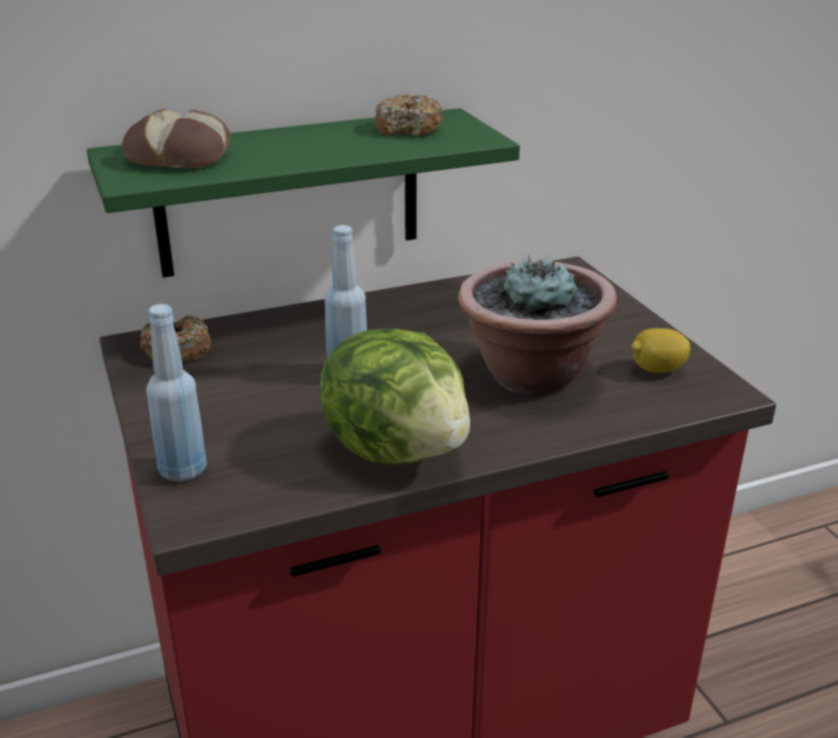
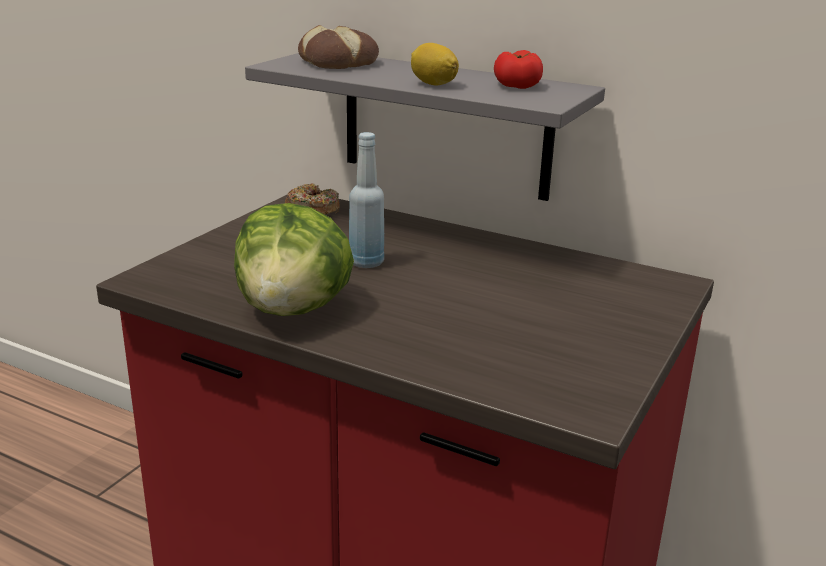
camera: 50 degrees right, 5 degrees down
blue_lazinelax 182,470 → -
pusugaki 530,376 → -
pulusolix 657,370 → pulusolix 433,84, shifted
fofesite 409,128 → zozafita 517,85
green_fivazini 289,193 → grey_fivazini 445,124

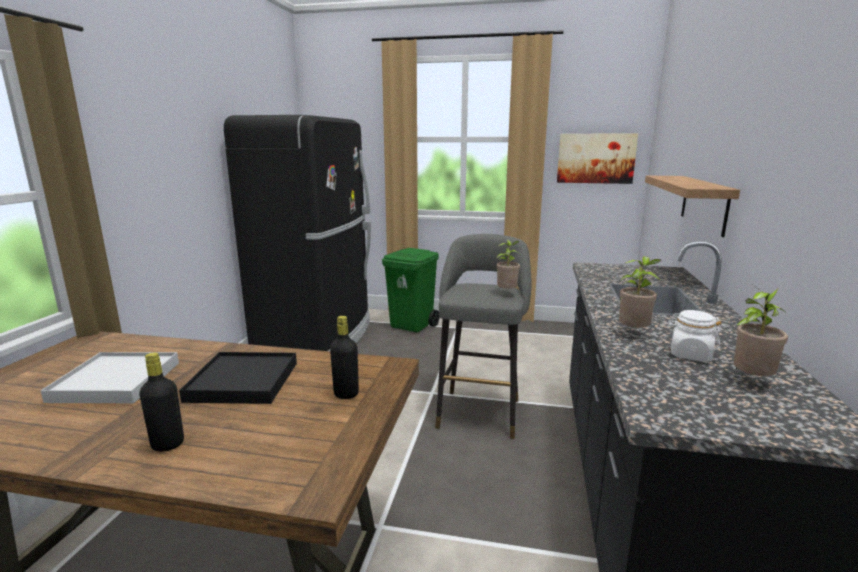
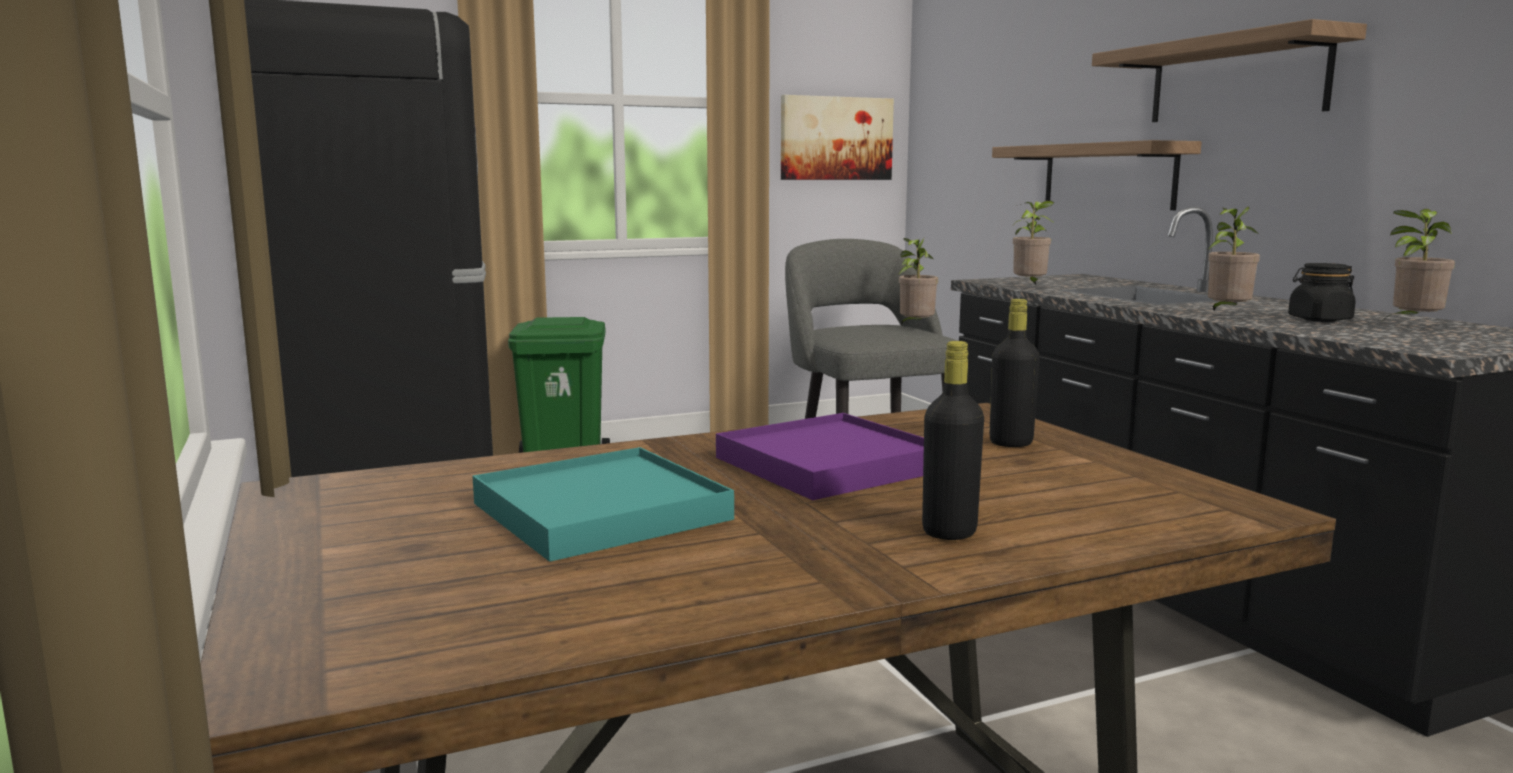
camera: 35 degrees left, 5 degrees down
- → pusugaki 1030,287
- → fivazini 1236,79
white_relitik 116,381 → turquoise_relitik 600,512
black_relitik 243,381 → purple_relitik 828,464
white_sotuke 689,354 → black_sotuke 1319,319

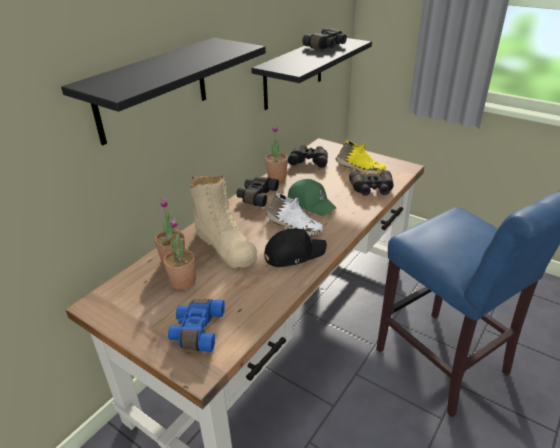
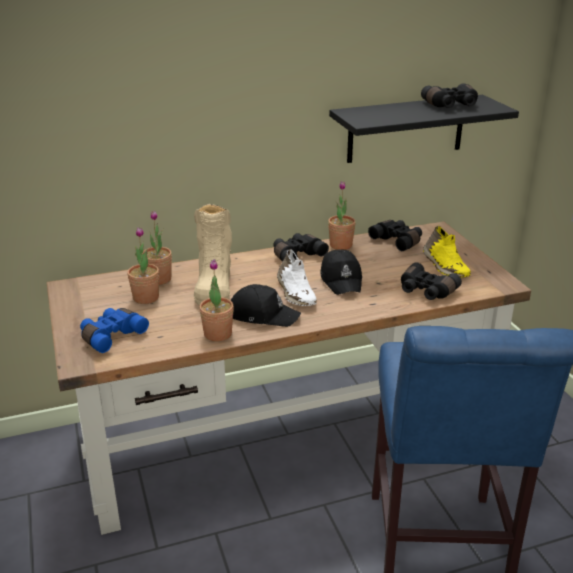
camera: 35 degrees right, 5 degrees down
black_fivazini 152,90 → -
- → pusugaki 218,334
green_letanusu 311,203 → black_letanusu 341,279

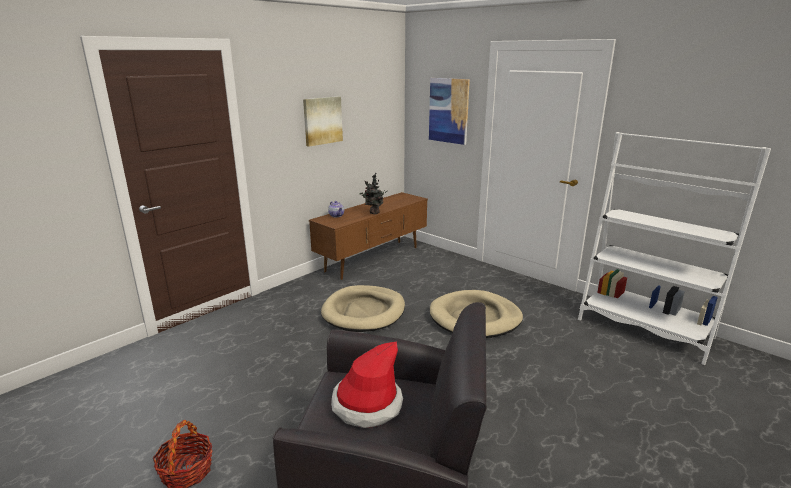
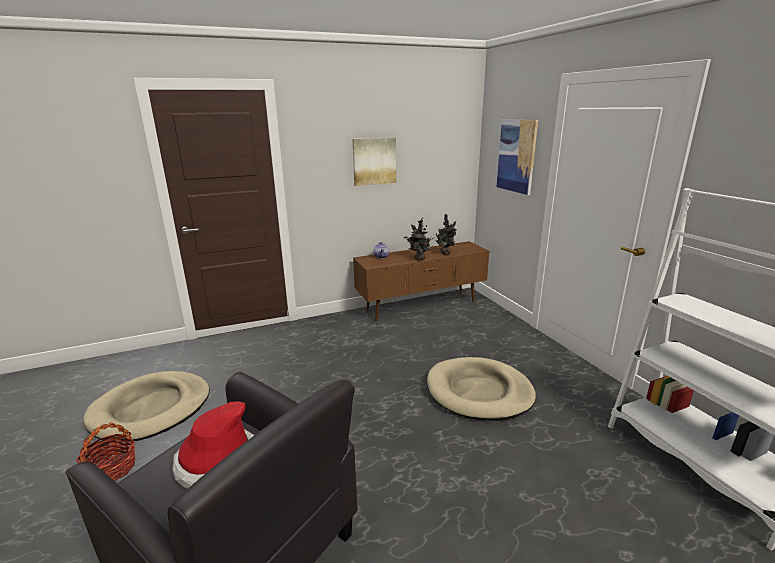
camera: 25 degrees right, 0 degrees up
- → pusugaki 445,253
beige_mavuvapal 364,312 → beige_mavuvapal 151,409, shifted

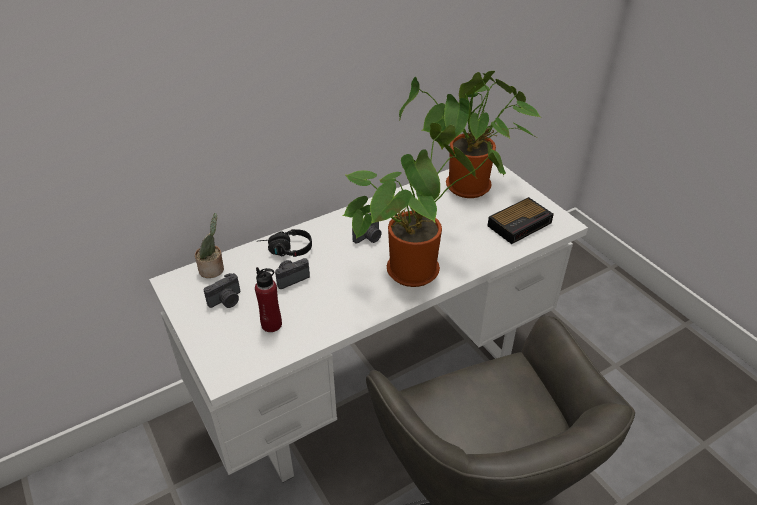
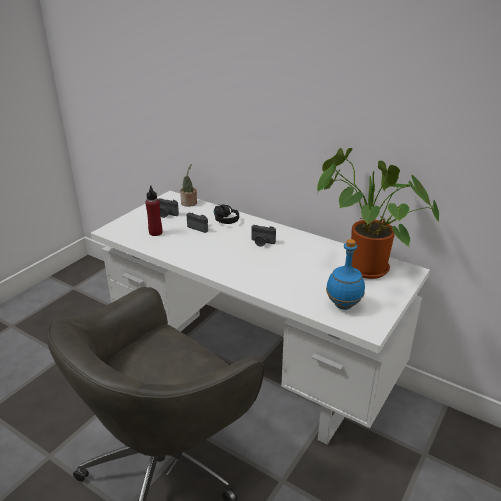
camera: 65 degrees right, 10 degrees down
pusugaki 415,267 → -
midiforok 520,224 → blue_lazinelax 344,305

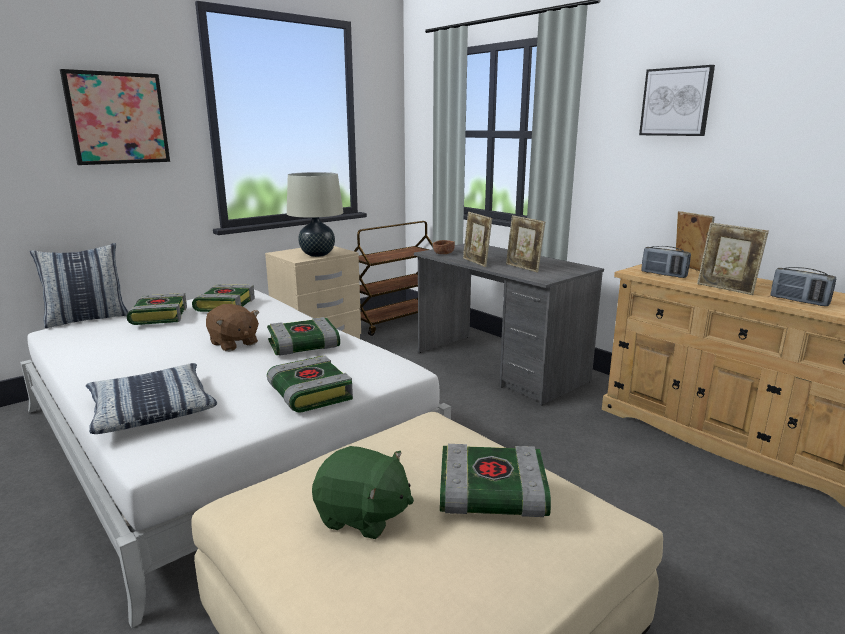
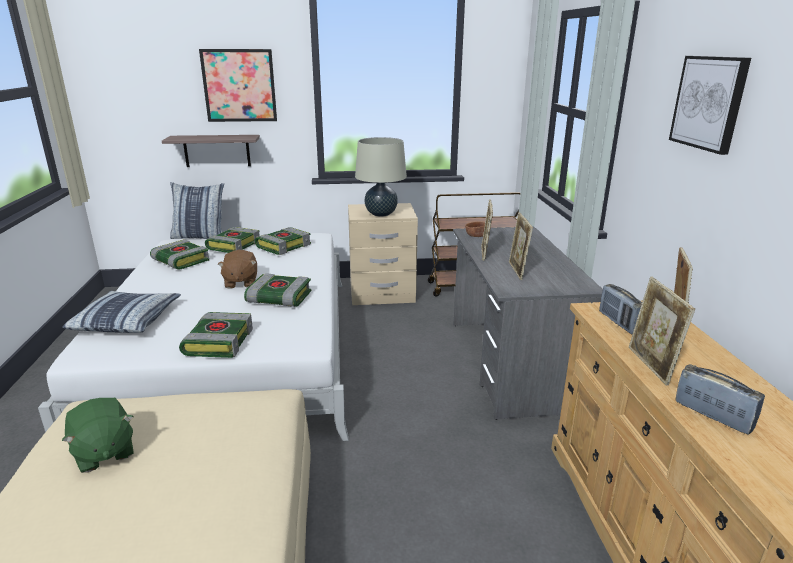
camera: 35 degrees right, 5 degrees up
- → fivazini 217,150
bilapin 490,495 → bilapin 179,261, shifted
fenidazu 799,301 → fenidazu 712,415, 150 degrees clockwise

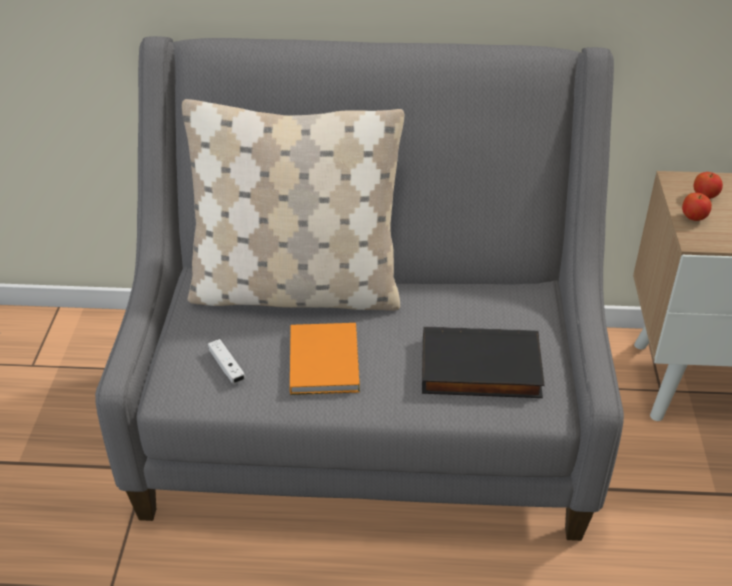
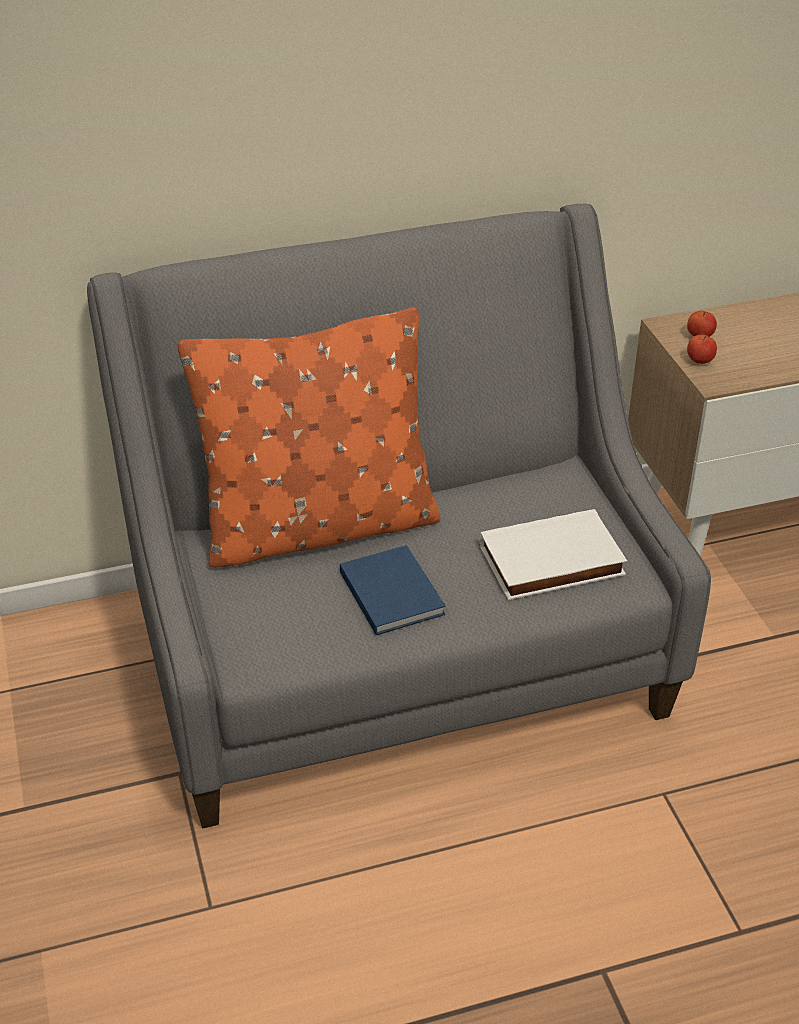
camera: 20 degrees left, 0 degrees up
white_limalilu 227,367 → -
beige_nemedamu 296,290 → orange_nemedamu 319,527
orange_bilapin 325,359 → blue_bilapin 392,591
black_bilapin 479,370 → white_bilapin 551,563

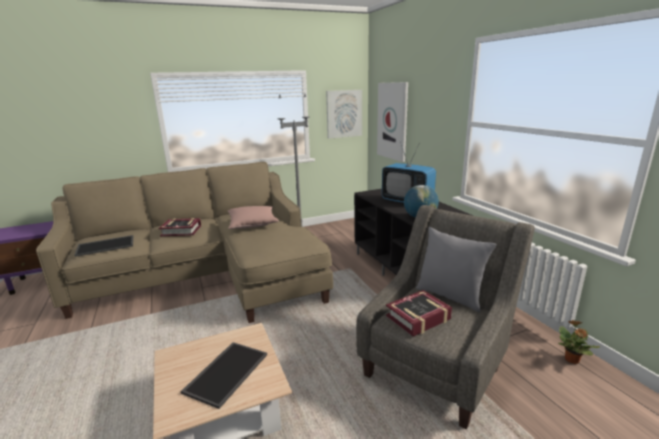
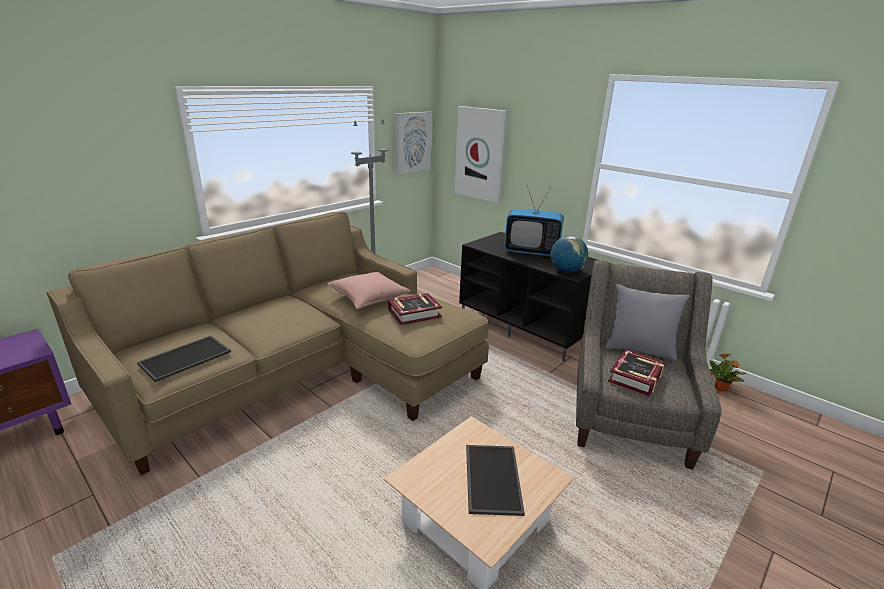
camera: 25 degrees left, 5 degrees up
bilapin 181,231 → bilapin 414,313, shifted

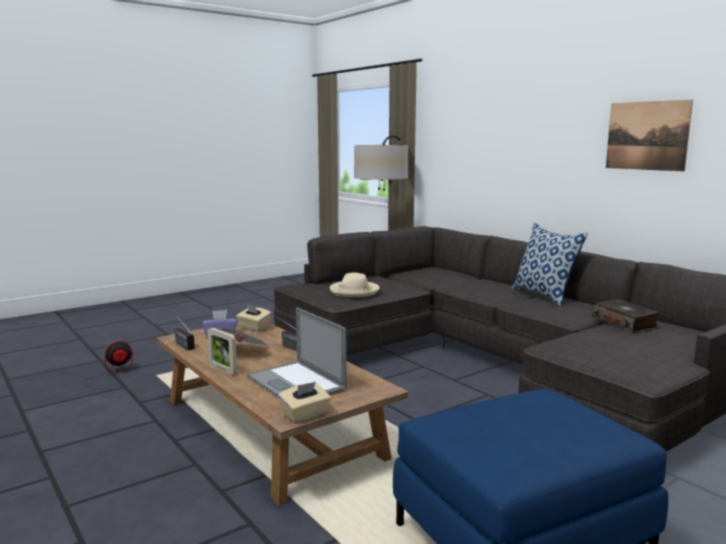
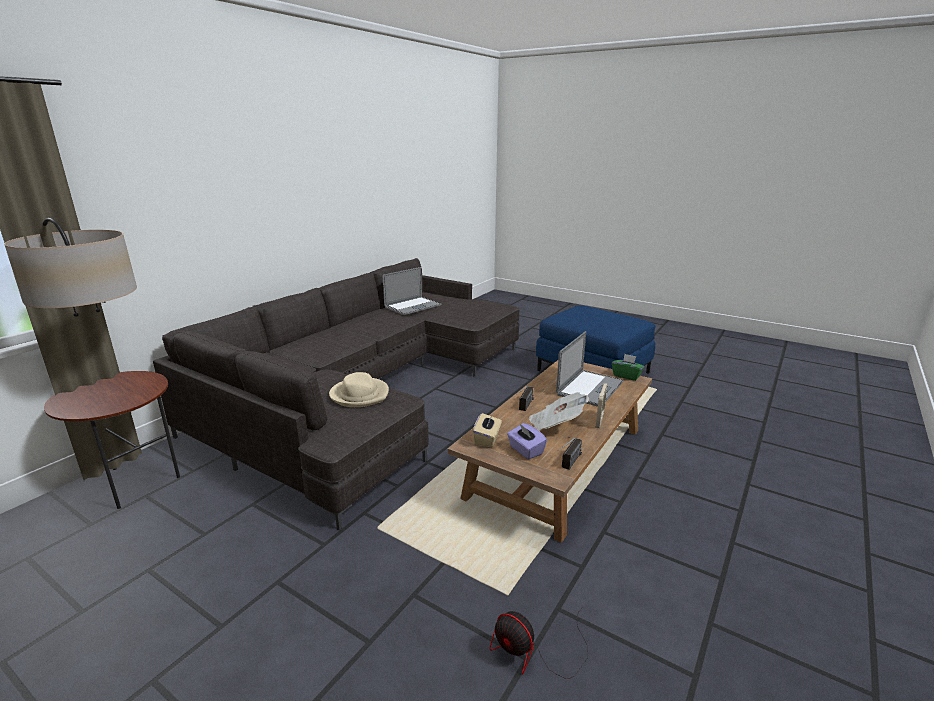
camera: 110 degrees left, 10 degrees up
nemedamu 544,296 → -
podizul 646,136 → -
bilapin 625,323 → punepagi 413,306
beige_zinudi 305,415 → green_zinudi 626,376

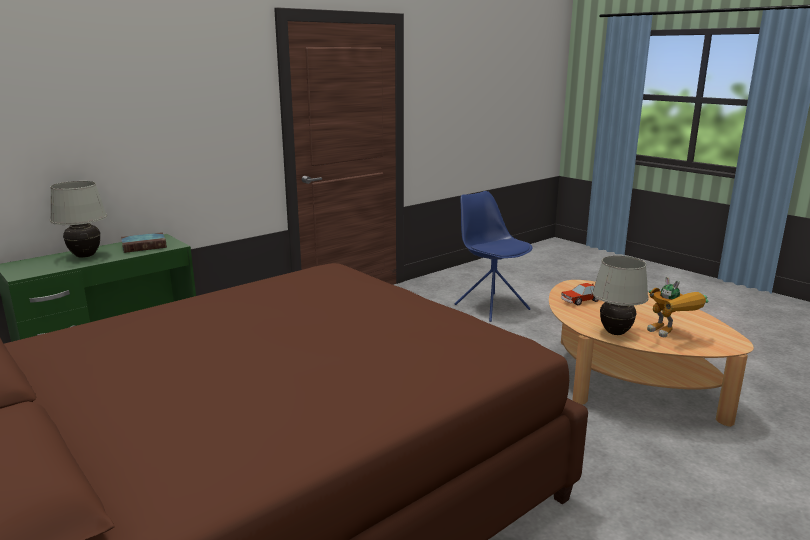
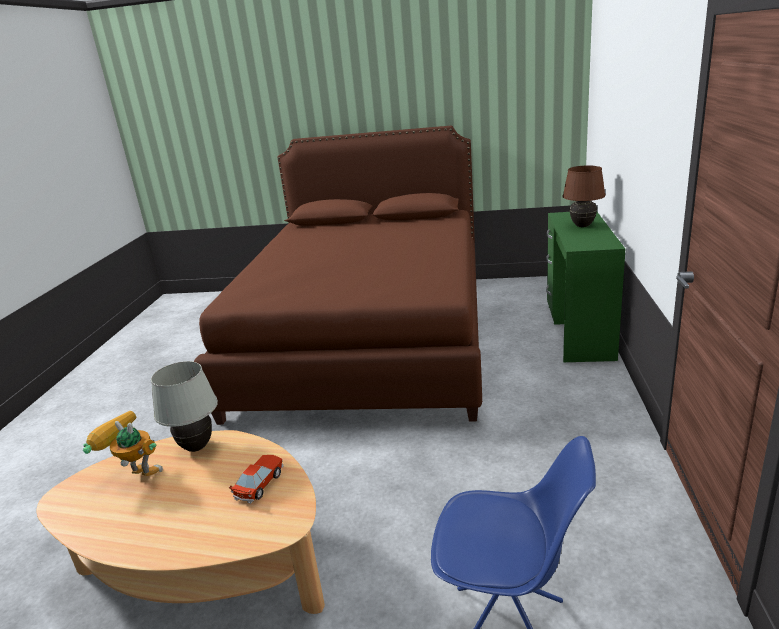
camera: 140 degrees right, 5 degrees up
bilapin 145,246 → -
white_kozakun 85,256 → brown_kozakun 582,226

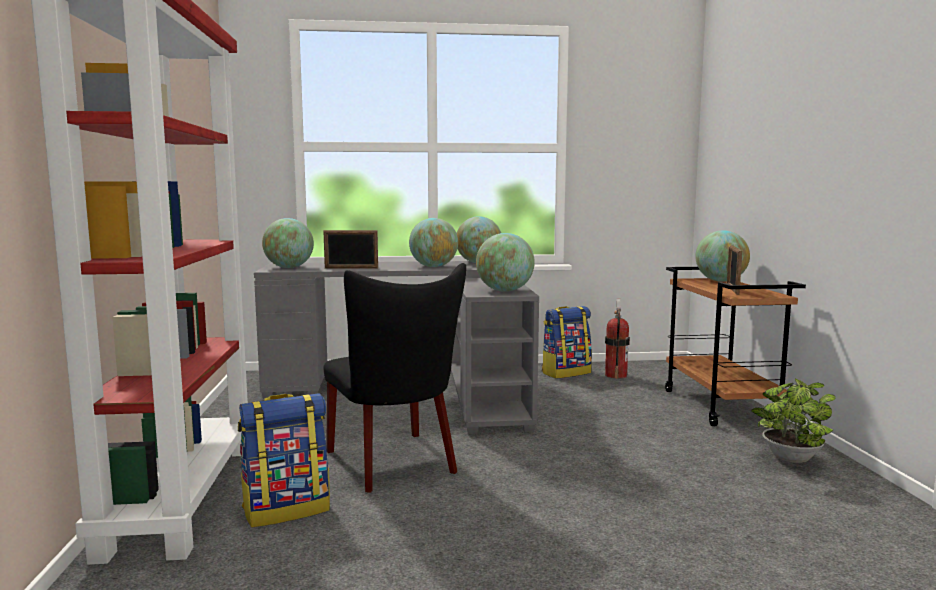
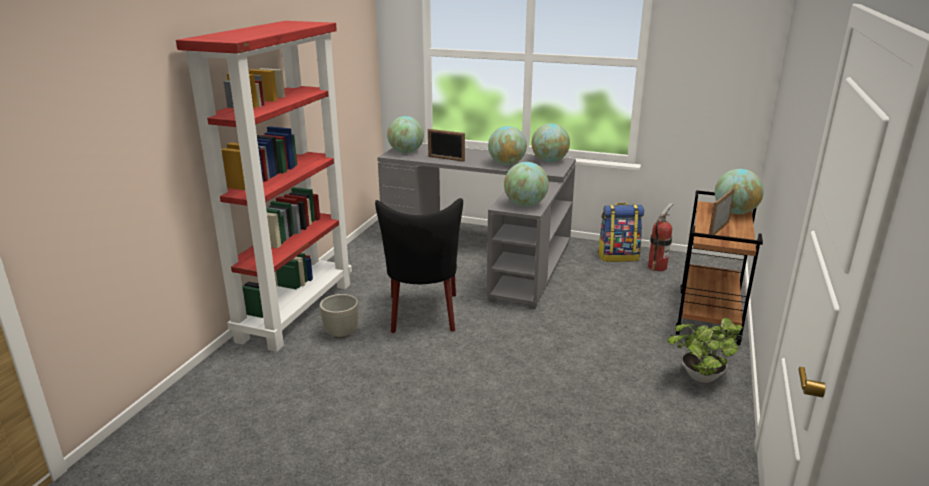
camera: 25 degrees right, 15 degrees up
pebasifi 287,509 → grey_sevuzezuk 342,333

